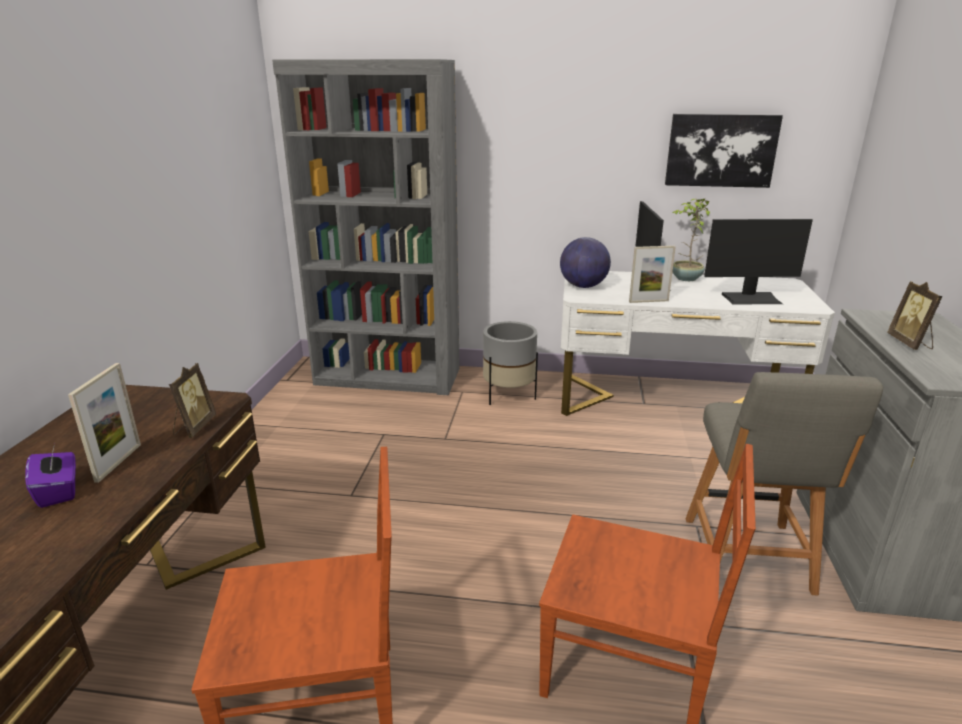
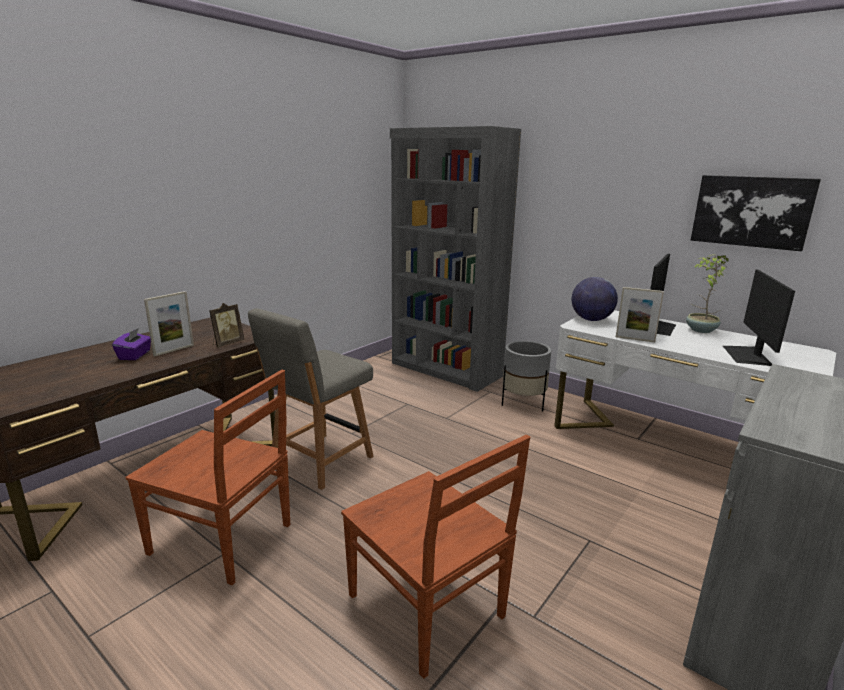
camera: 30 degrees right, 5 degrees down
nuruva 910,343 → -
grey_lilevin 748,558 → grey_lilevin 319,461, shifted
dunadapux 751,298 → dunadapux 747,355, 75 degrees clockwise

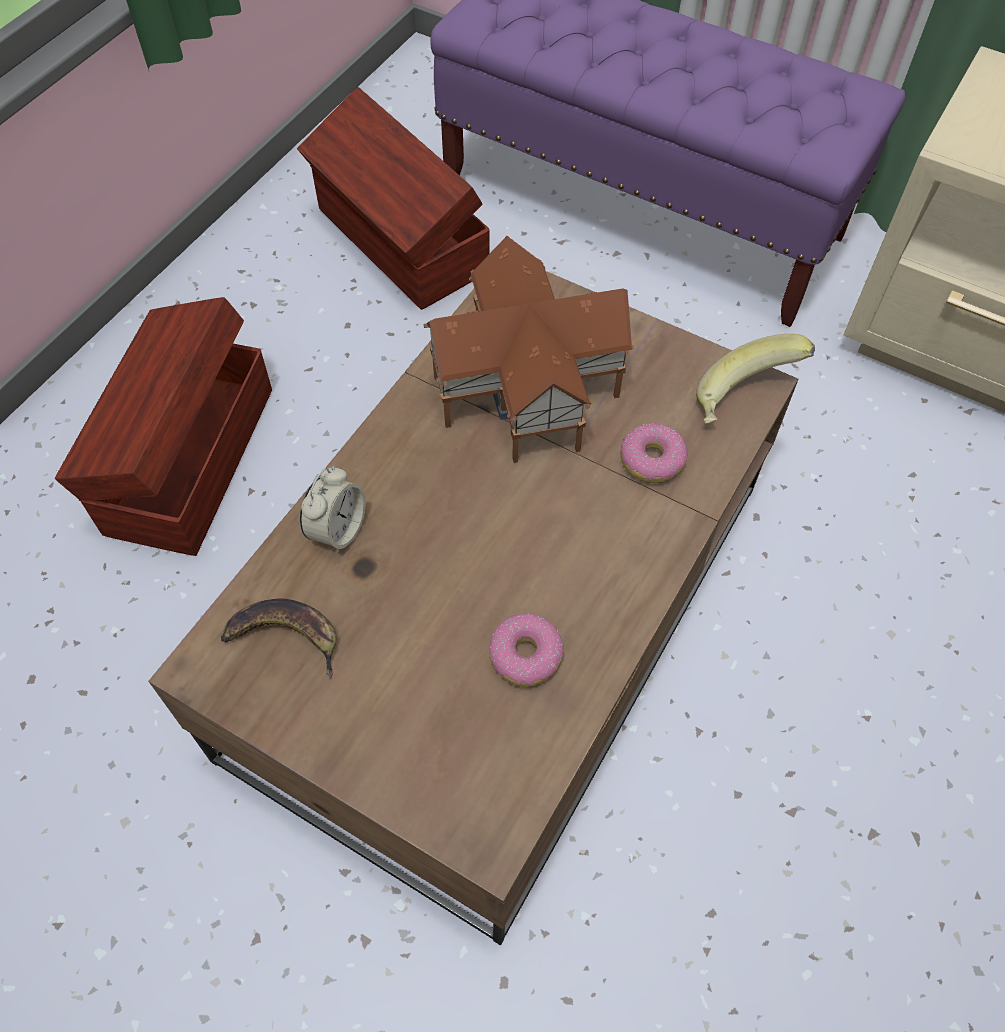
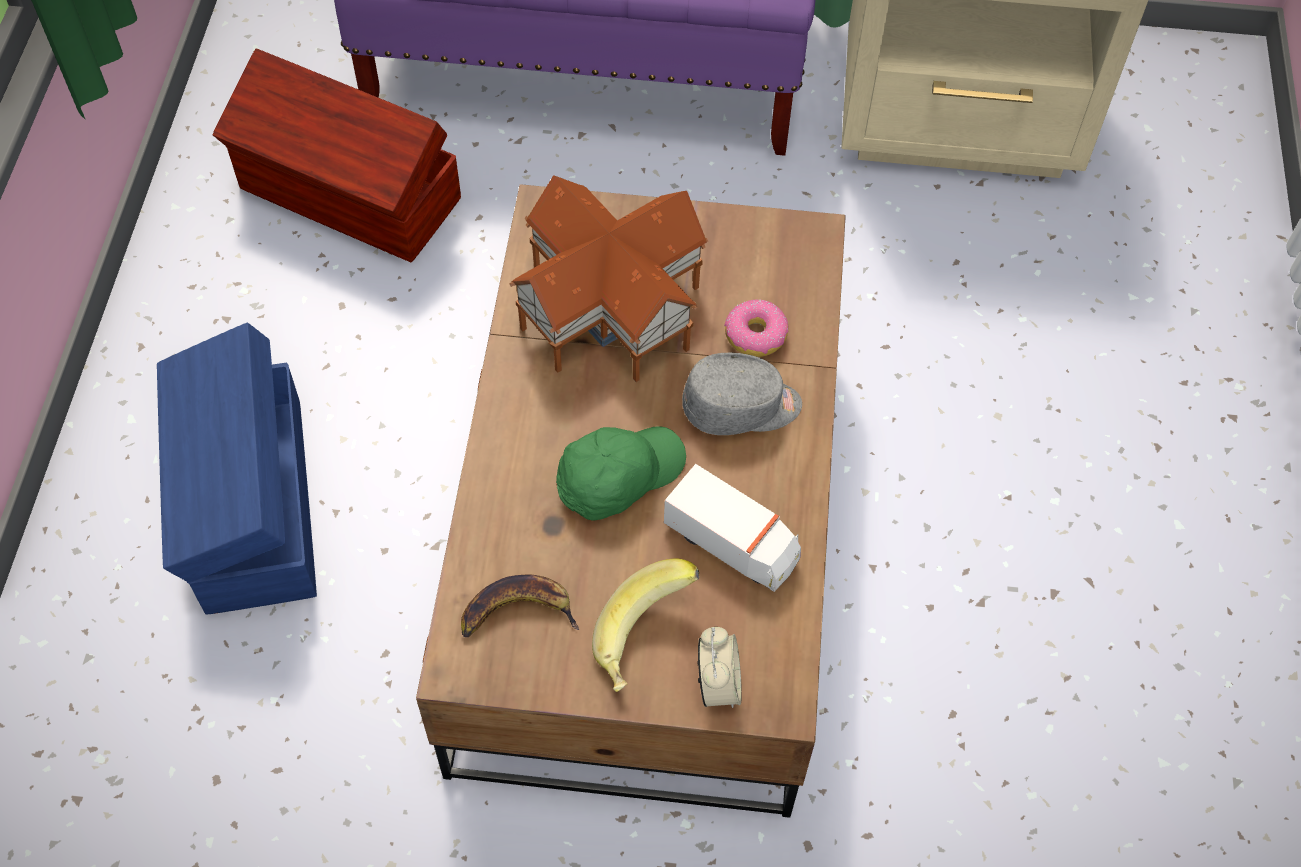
camera: 25 degrees left, 0 degrees up
- → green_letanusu 618,477
- → grey_letanusu 742,407
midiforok 337,530 → midiforok 718,685, shifted
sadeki 745,401 → sadeki 646,640, shifted
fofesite 525,655 → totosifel 733,544
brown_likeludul 187,460 → blue_likeludul 250,506

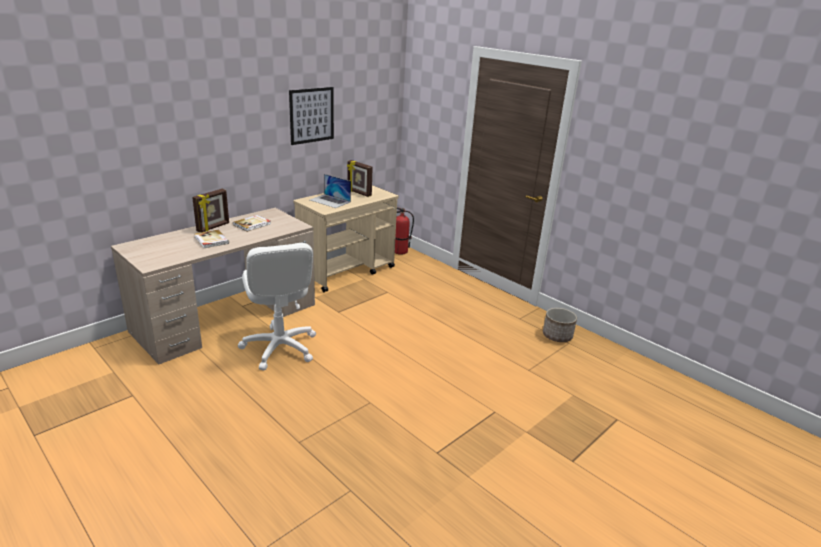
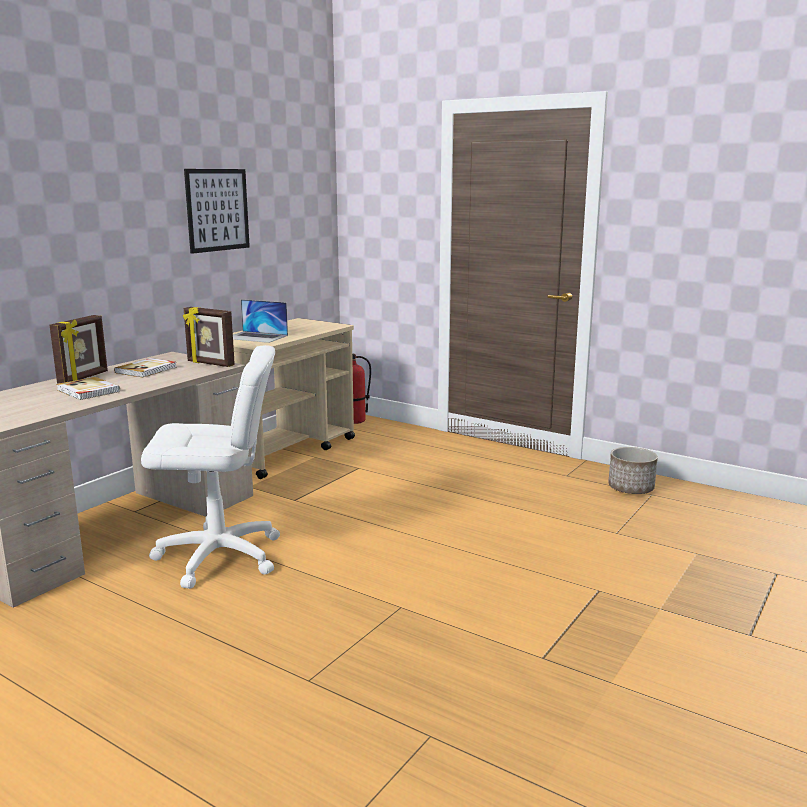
camera: 10 degrees left, 10 degrees down
nuruva 359,193 → nuruva 210,364, shifted
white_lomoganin 279,348 → white_lomoganin 219,556, 60 degrees counterclockwise

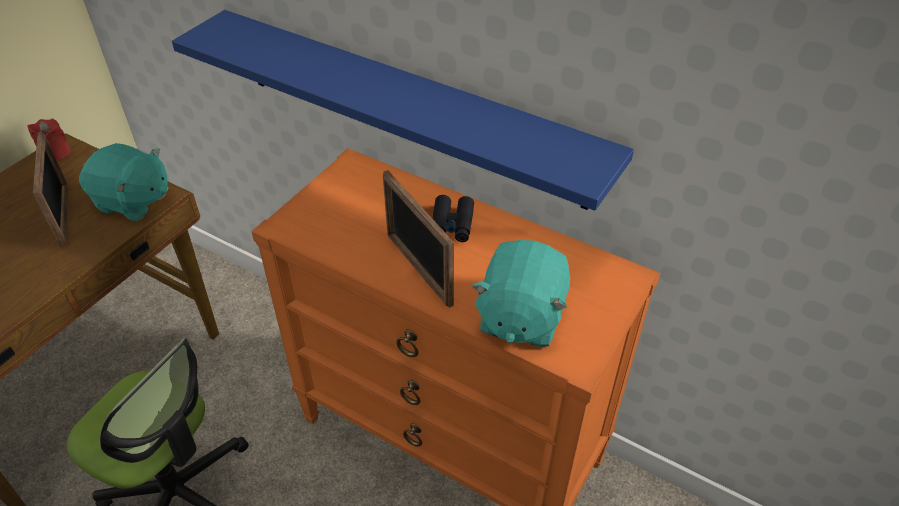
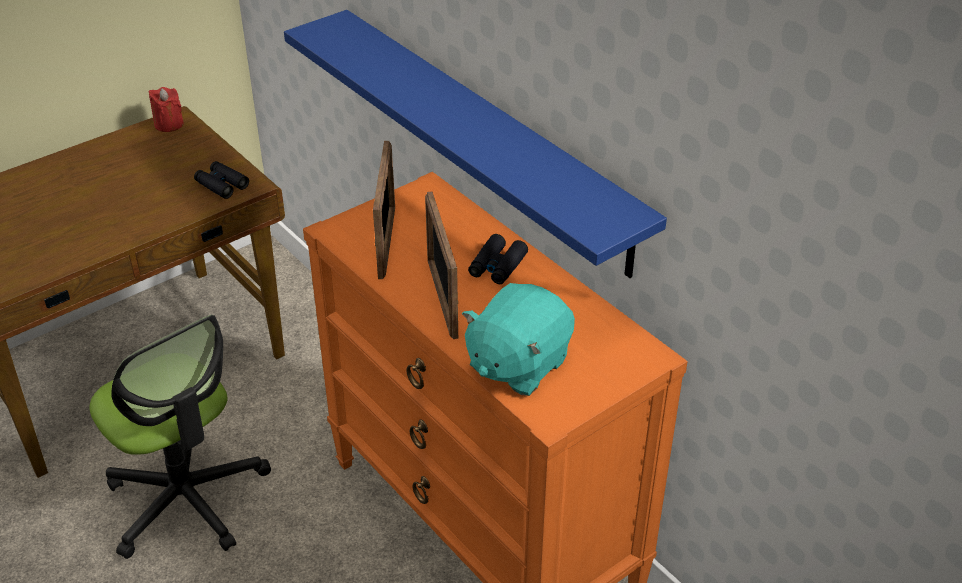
camera: 20 degrees right, 5 degrees down
nuruva 64,215 → nuruva 386,242, shifted
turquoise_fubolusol 133,201 → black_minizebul 222,185

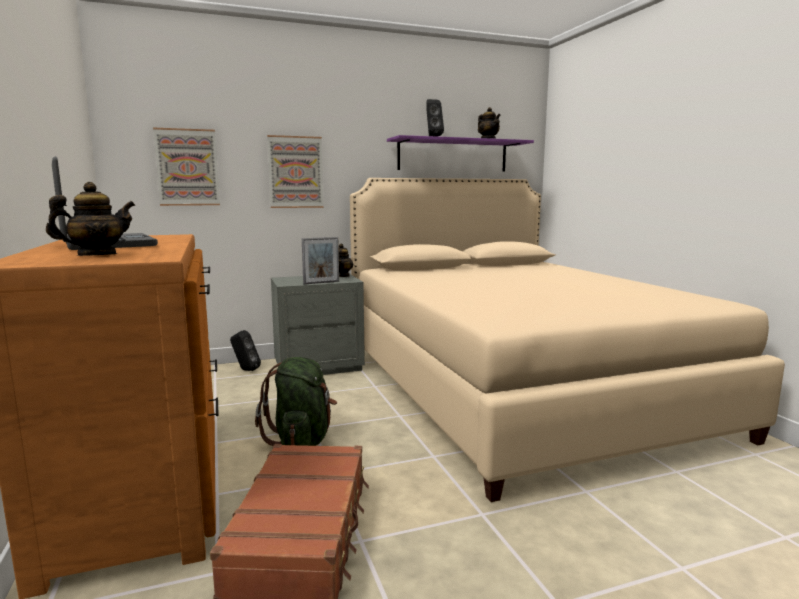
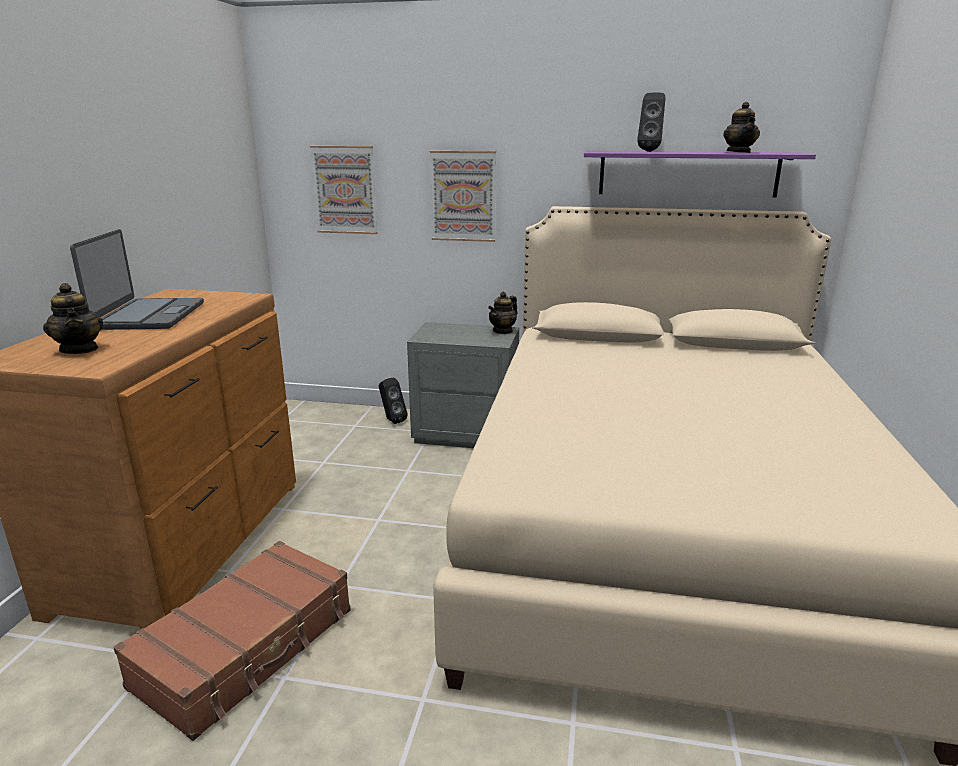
camera: 30 degrees right, 10 degrees up
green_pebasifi 301,440 → -
nuruva 321,282 → -
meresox 97,255 → meresox 80,349, 60 degrees clockwise

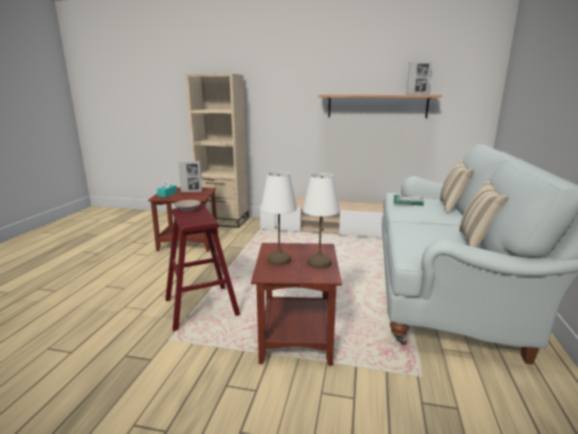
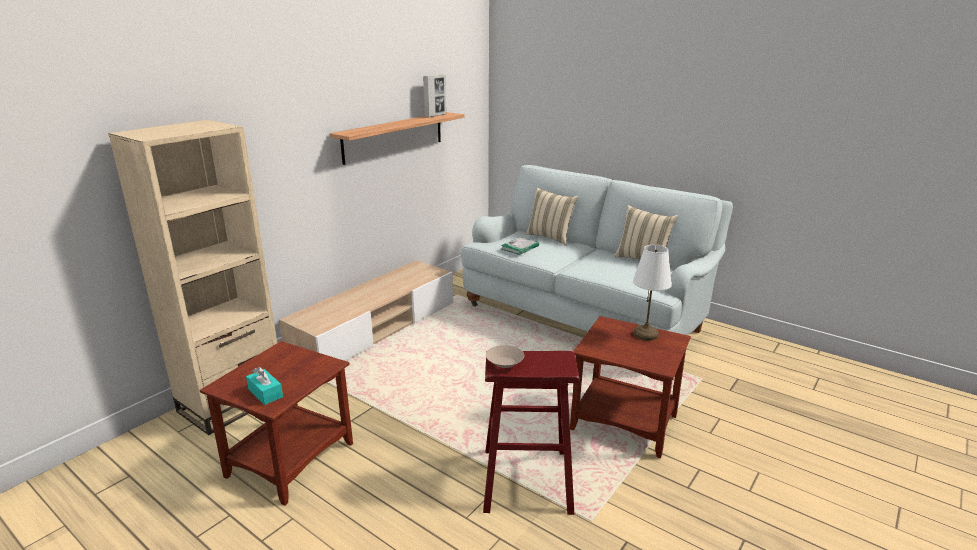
camera: 65 degrees left, 5 degrees up
nuruva 191,192 → -
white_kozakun 279,260 → -

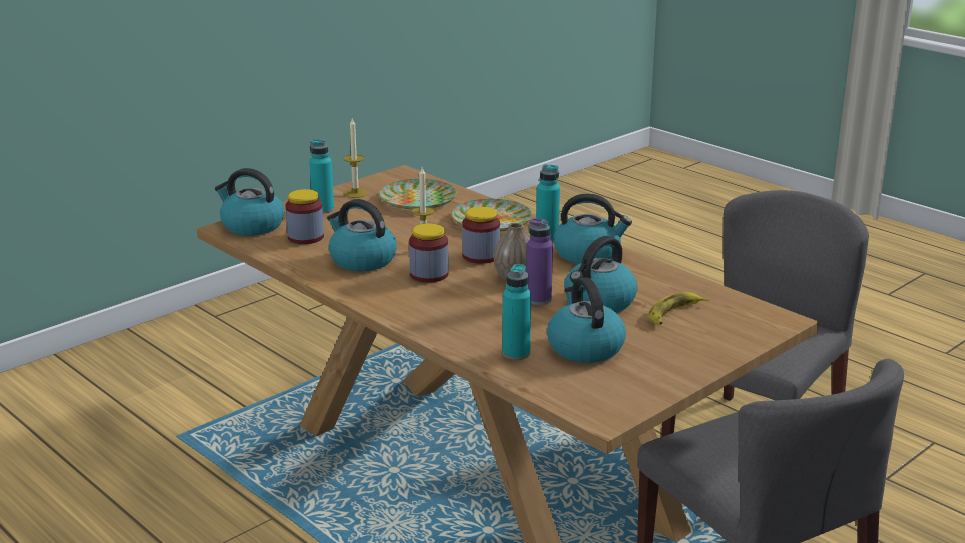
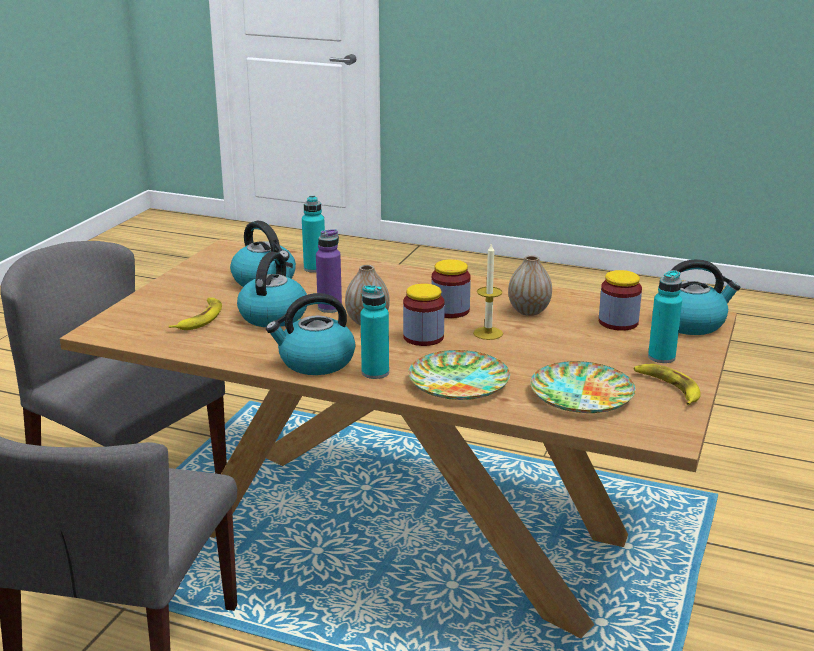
camera: 155 degrees right, 0 degrees up
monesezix 361,260 → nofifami 529,311
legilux 355,193 → sadeki 668,388

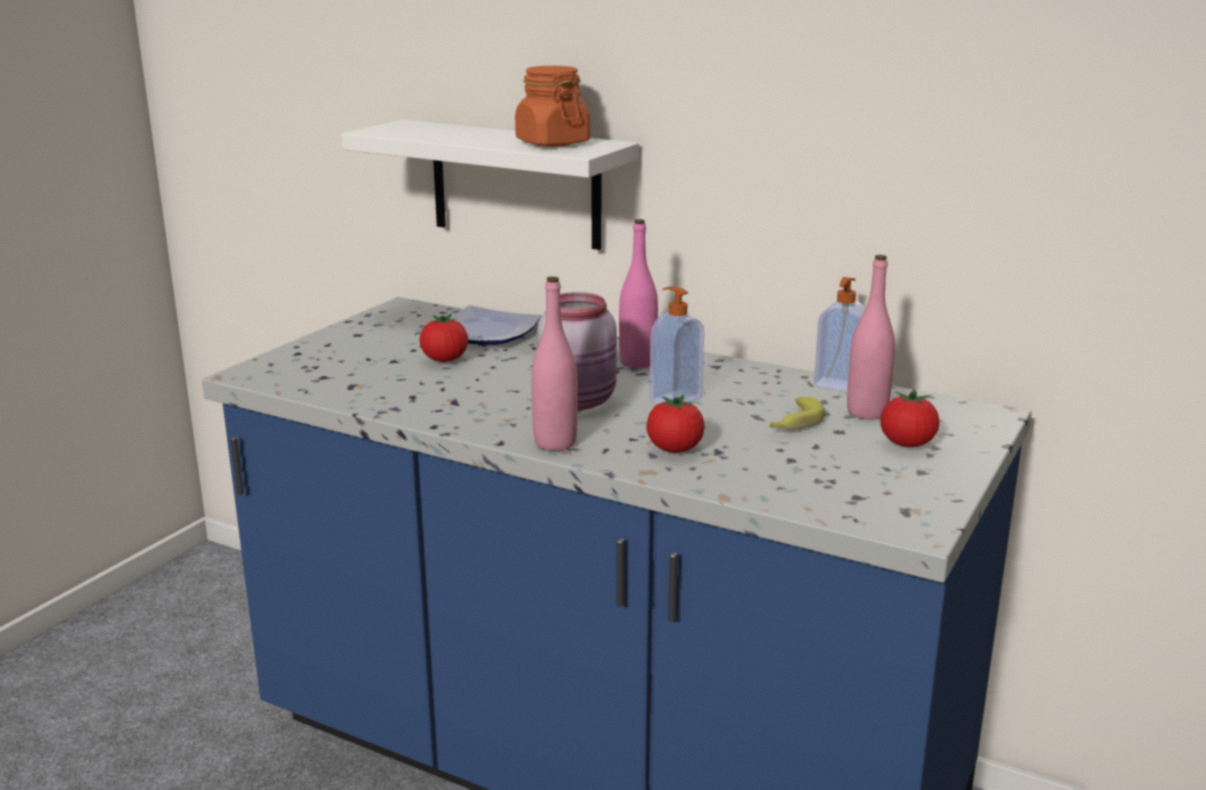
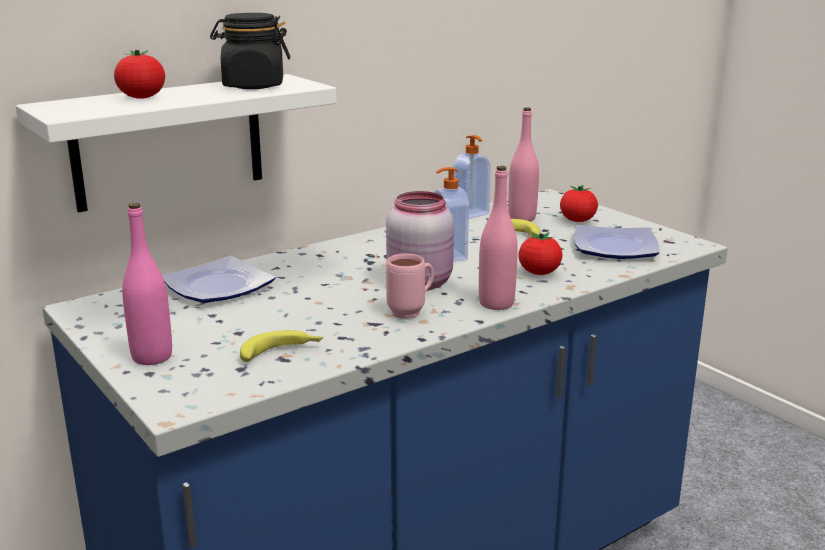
camera: 65 degrees left, 0 degrees up
- → sadeki 282,352
- → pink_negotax 412,311
- → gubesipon 613,247
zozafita 445,360 → zozafita 142,98, shifted
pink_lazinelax 638,363 → pink_lazinelax 152,357, shifted
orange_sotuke 552,143 → black_sotuke 253,86

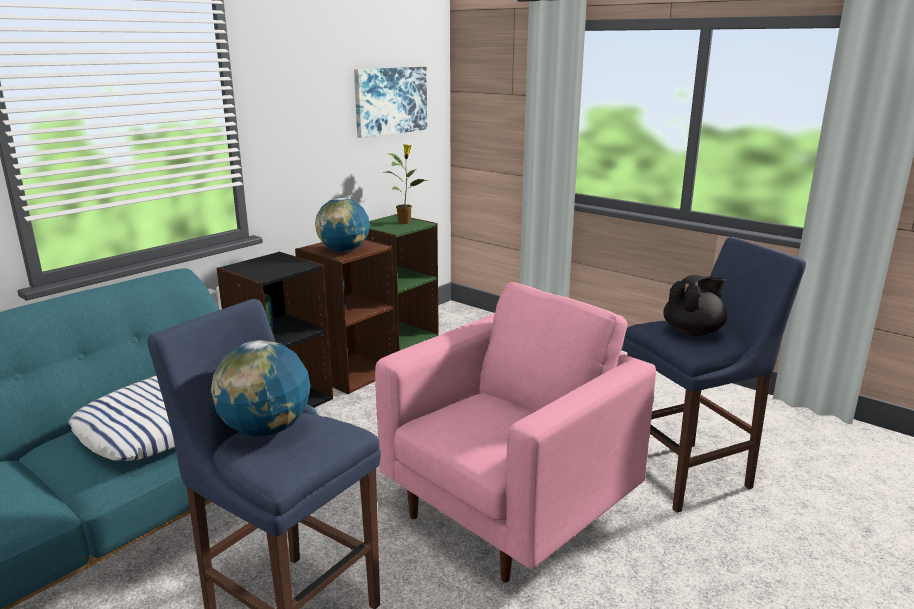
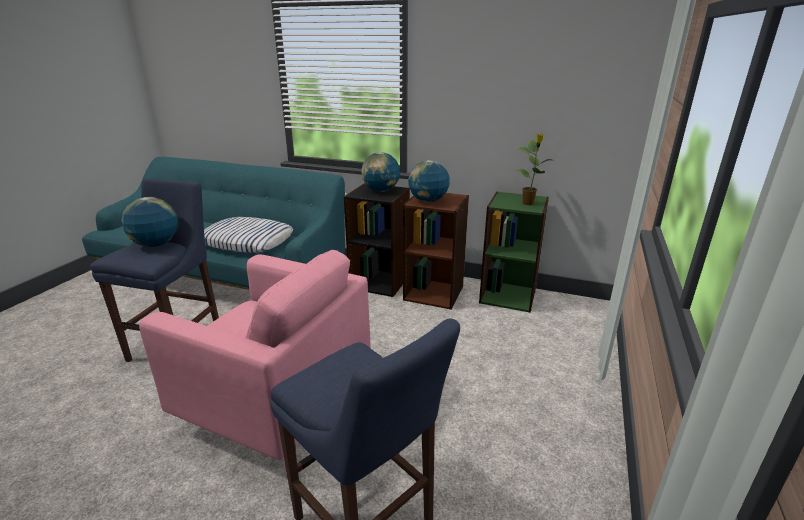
camera: 70 degrees right, 5 degrees up
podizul 390,100 → -
black_meresox 693,332 → -
- → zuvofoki 381,190

